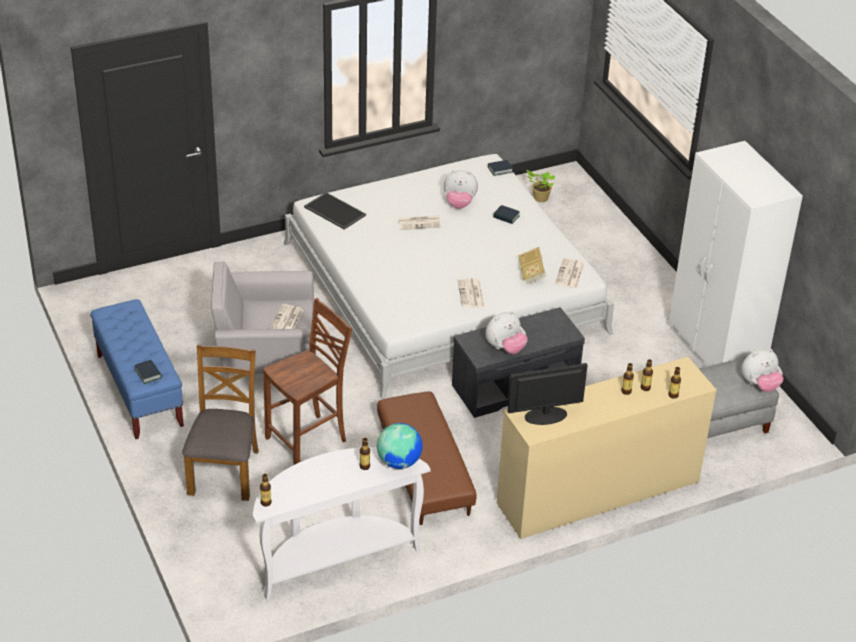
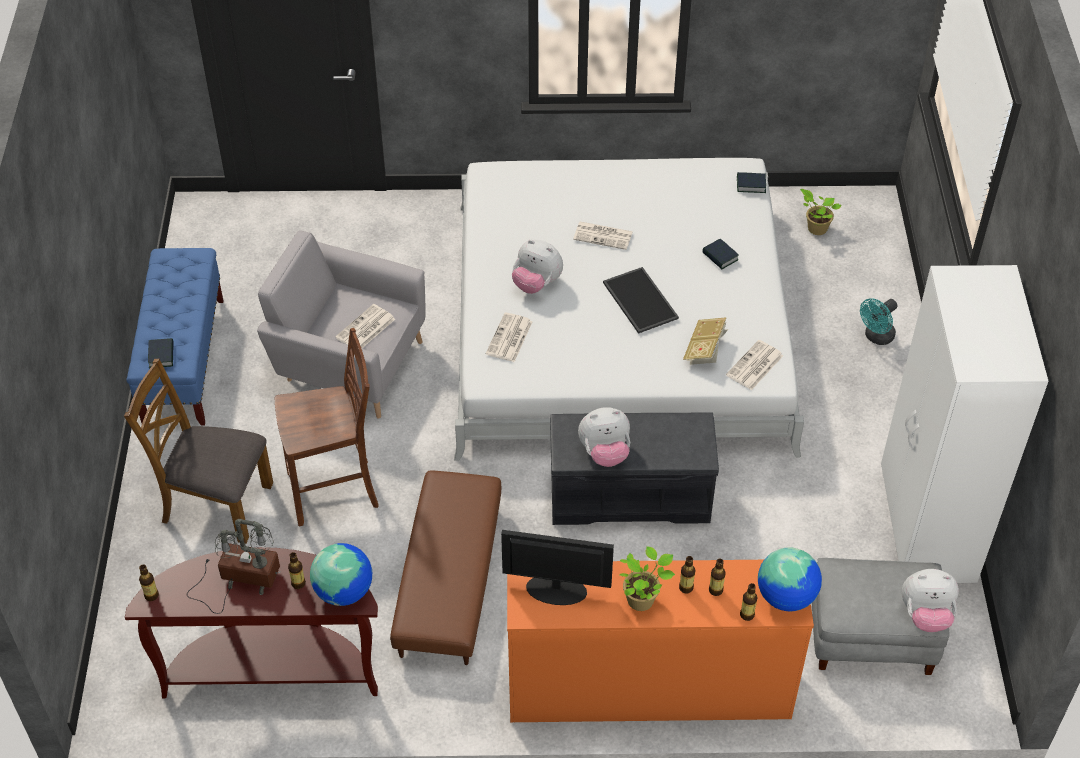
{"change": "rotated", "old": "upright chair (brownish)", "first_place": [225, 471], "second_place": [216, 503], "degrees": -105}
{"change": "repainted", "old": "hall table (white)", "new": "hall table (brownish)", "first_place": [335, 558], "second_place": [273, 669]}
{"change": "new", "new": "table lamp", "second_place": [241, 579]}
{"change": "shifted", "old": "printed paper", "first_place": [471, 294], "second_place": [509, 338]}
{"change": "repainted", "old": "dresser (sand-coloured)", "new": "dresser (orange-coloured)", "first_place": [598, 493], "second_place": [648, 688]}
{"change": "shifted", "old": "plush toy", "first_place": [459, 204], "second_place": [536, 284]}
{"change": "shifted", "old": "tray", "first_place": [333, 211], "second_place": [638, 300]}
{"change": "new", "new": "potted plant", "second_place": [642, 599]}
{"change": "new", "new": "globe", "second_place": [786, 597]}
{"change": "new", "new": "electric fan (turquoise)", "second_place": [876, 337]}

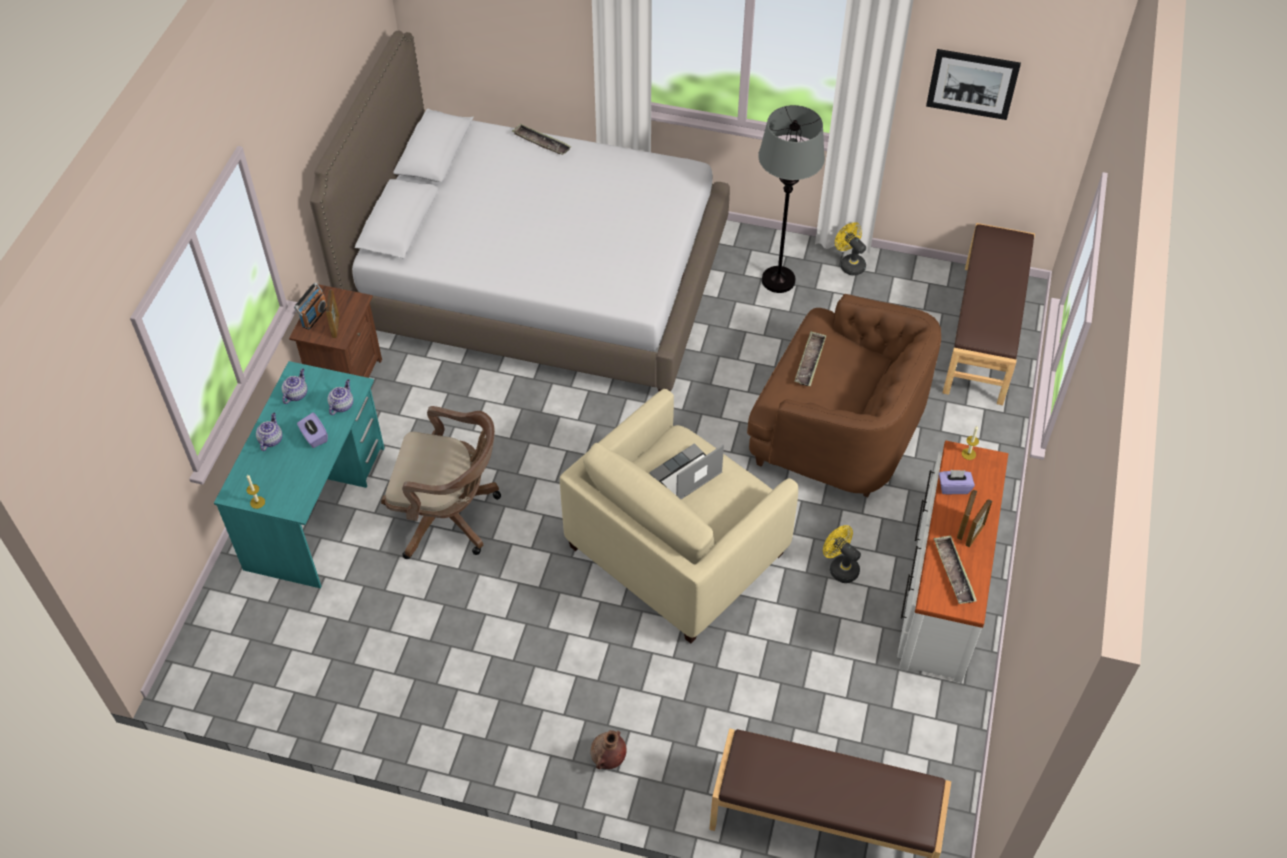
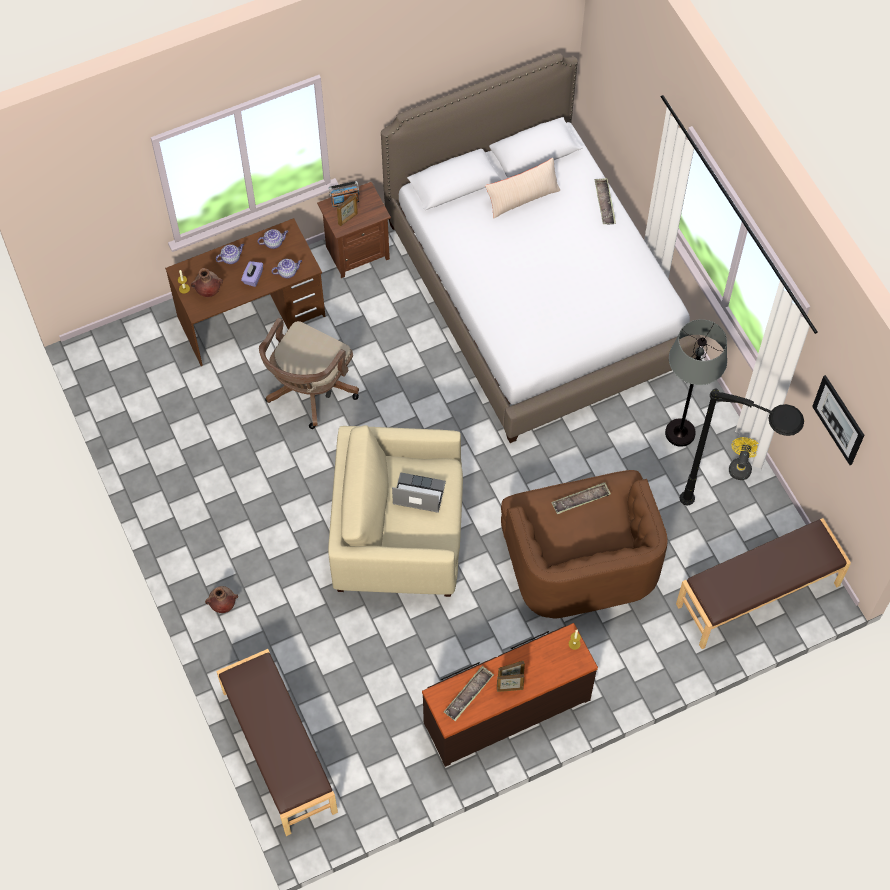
{"change": "repainted", "old": "desk unit (turquoise)", "new": "desk unit (brownish)", "first_place": [316, 507], "second_place": [251, 317]}
{"change": "new", "new": "vase (brownish)", "second_place": [208, 290]}
{"change": "rotated", "old": "office chair (brownish)", "first_place": [449, 516], "second_place": [309, 391], "degrees": 60}
{"change": "repainted", "old": "dresser (white)", "new": "dresser (brownish)", "first_place": [941, 590], "second_place": [506, 709]}
{"change": "new", "new": "cushion (sand-coloured)", "second_place": [522, 198]}
{"change": "new", "new": "standing lamp (black)", "second_place": [731, 519]}
{"change": "gone", "old": "electric fan (yellowish)", "first_place": [840, 567]}
{"change": "gone", "old": "tissue holder (purple-coloured)", "first_place": [954, 487]}

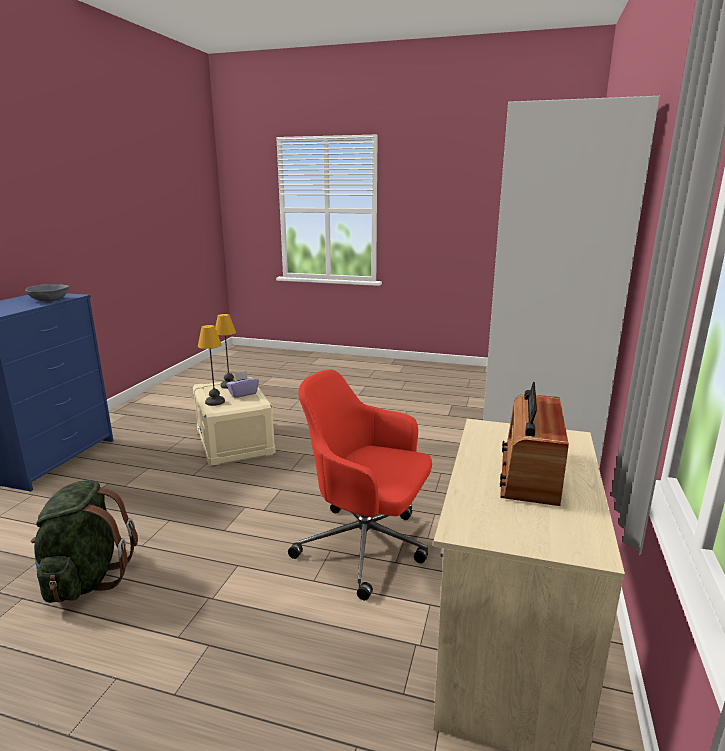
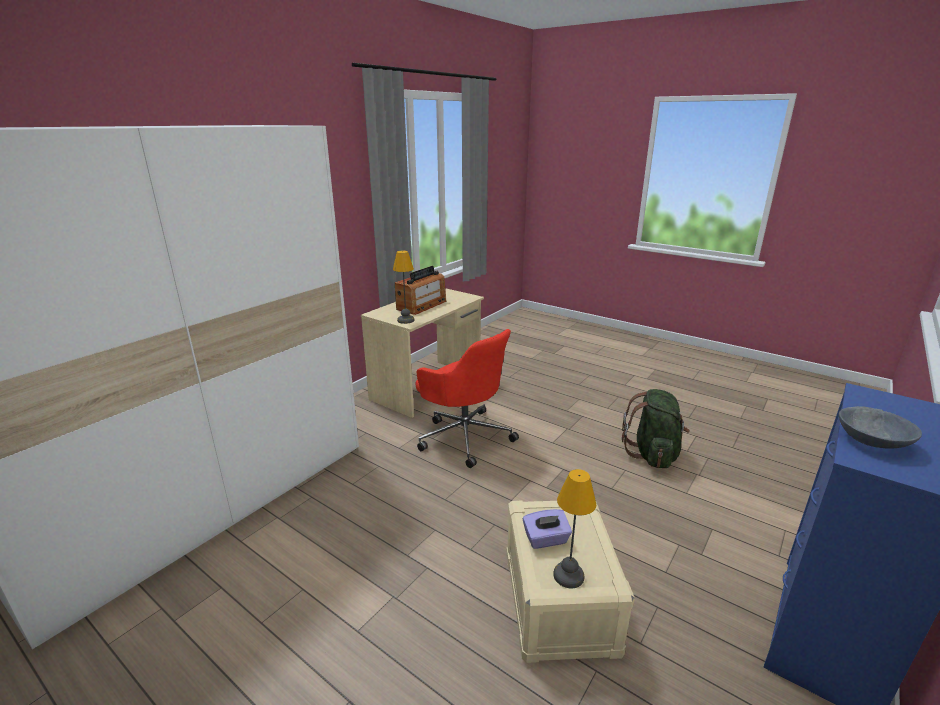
{"change": "shifted", "old": "table lamp", "first_place": [214, 402], "second_place": [406, 320]}

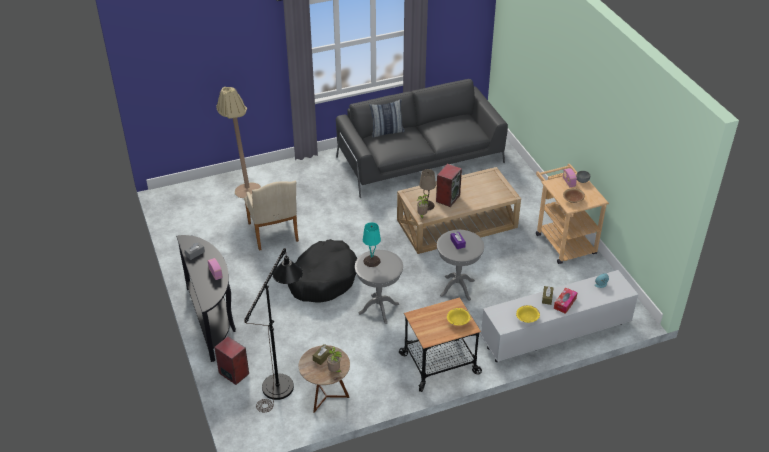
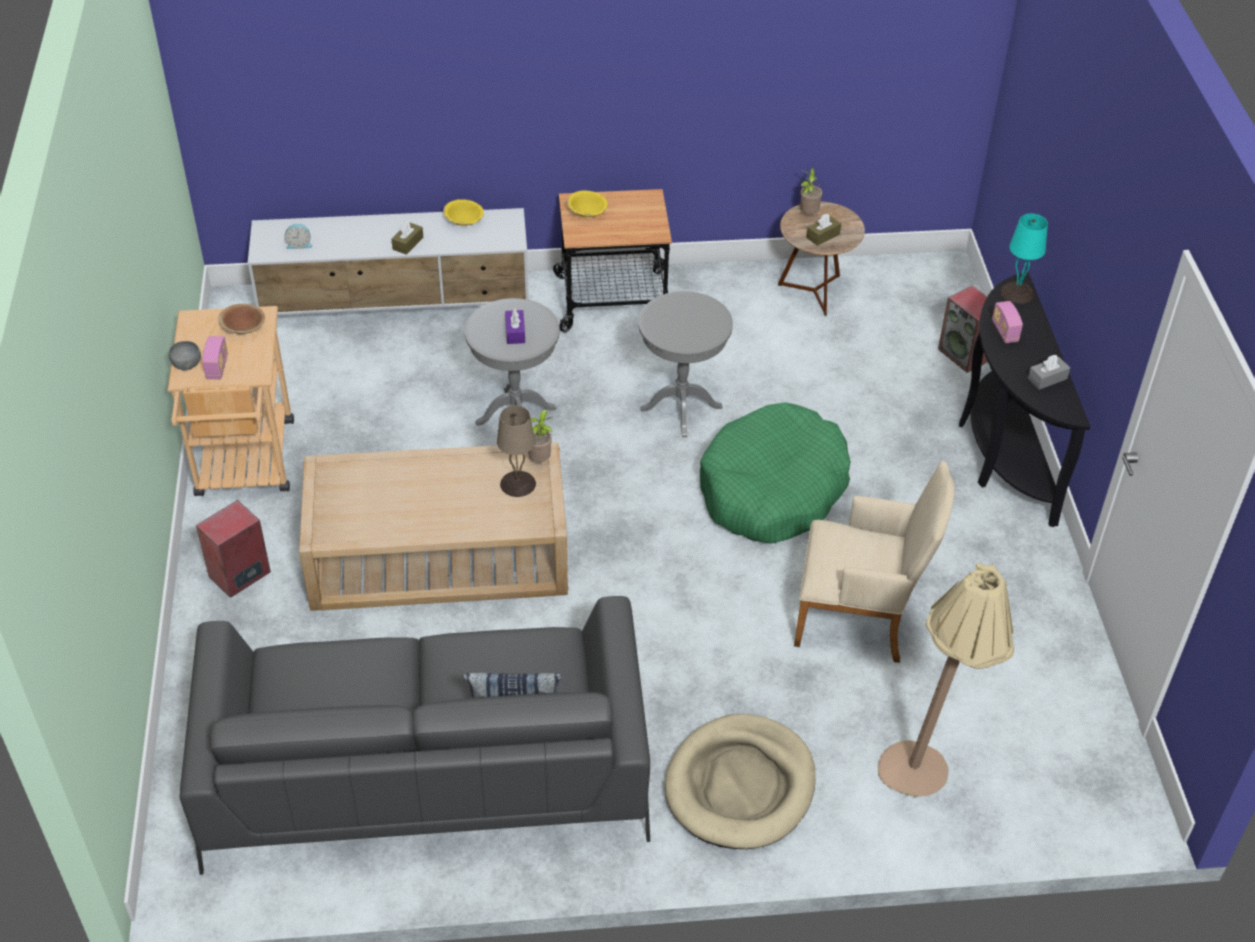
{"change": "shifted", "old": "speaker", "first_place": [447, 198], "second_place": [239, 575]}
{"change": "new", "new": "dog cushion (sand-coloured)", "second_place": [740, 786]}
{"change": "repainted", "old": "dog cushion (black)", "new": "dog cushion (greenish)", "first_place": [323, 279], "second_place": [772, 489]}
{"change": "rotated", "old": "lounge chair (sand-coloured)", "first_place": [274, 234], "second_place": [860, 619], "degrees": 105}
{"change": "shifted", "old": "table lamp (turquoise)", "first_place": [371, 261], "second_place": [1017, 293]}
{"change": "gone", "old": "standing lamp (black)", "first_place": [282, 380]}
{"change": "gone", "old": "tissue holder", "first_place": [565, 303]}

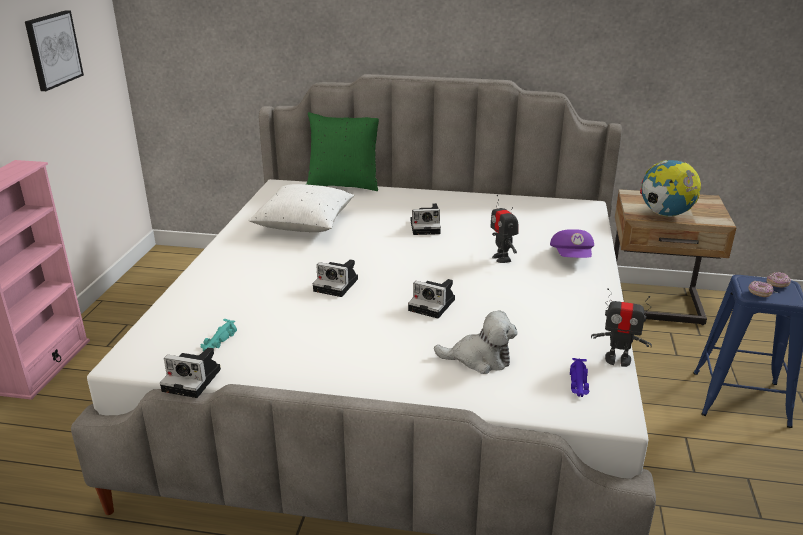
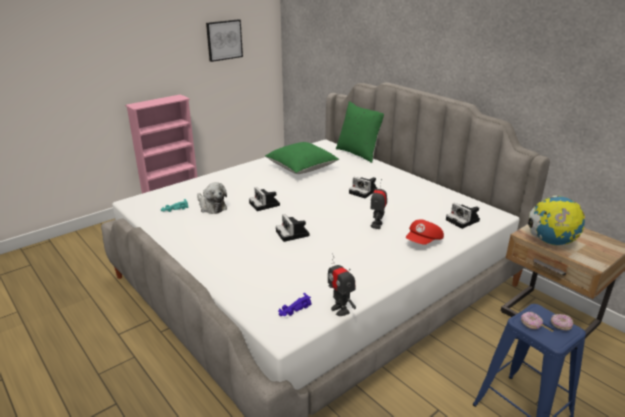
{"change": "shifted", "old": "plush toy", "first_place": [479, 359], "second_place": [211, 207]}
{"change": "repainted", "old": "cushion (white)", "new": "cushion (greenish)", "first_place": [304, 224], "second_place": [301, 168]}
{"change": "repainted", "old": "peaked cap (purple-coloured)", "new": "peaked cap (red)", "first_place": [572, 257], "second_place": [424, 242]}
{"change": "shifted", "old": "still camera", "first_place": [194, 380], "second_place": [463, 221]}

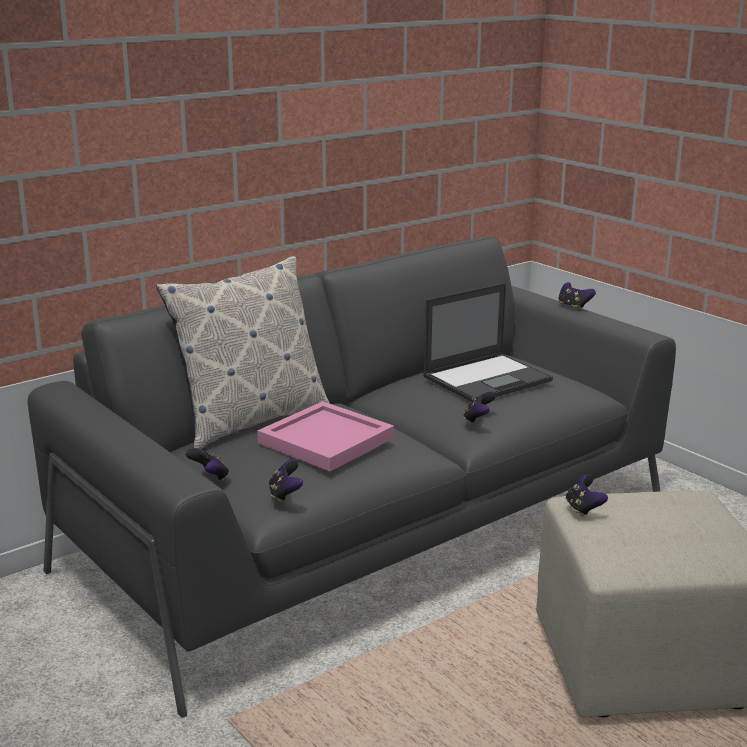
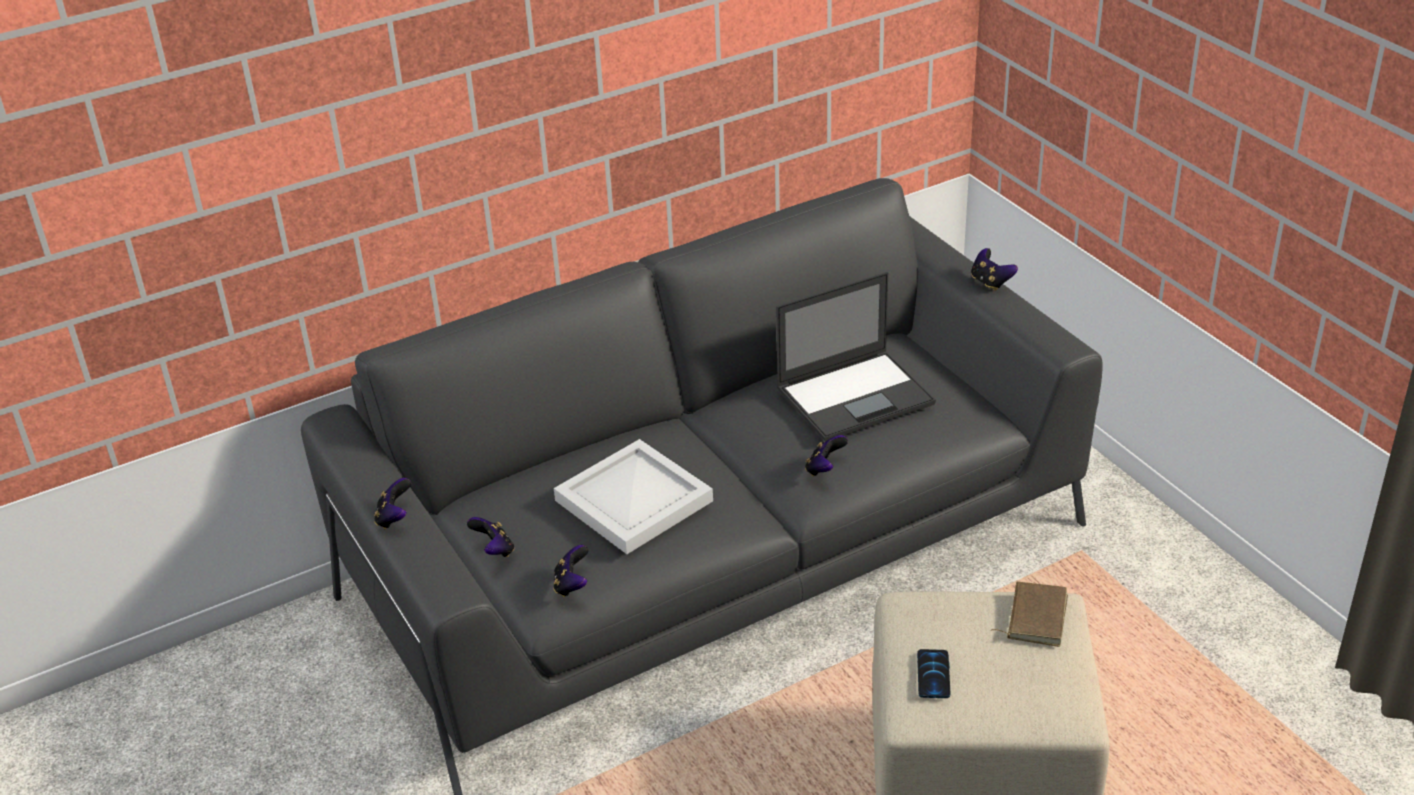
{"change": "shifted", "old": "joypad", "first_place": [583, 509], "second_place": [394, 518]}
{"change": "repainted", "old": "tray (pink-coloured)", "new": "tray (white)", "first_place": [324, 440], "second_place": [631, 501]}
{"change": "new", "new": "handset", "second_place": [933, 675]}
{"change": "new", "new": "volume (brownish)", "second_place": [1034, 616]}
{"change": "gone", "old": "cushion", "first_place": [250, 420]}

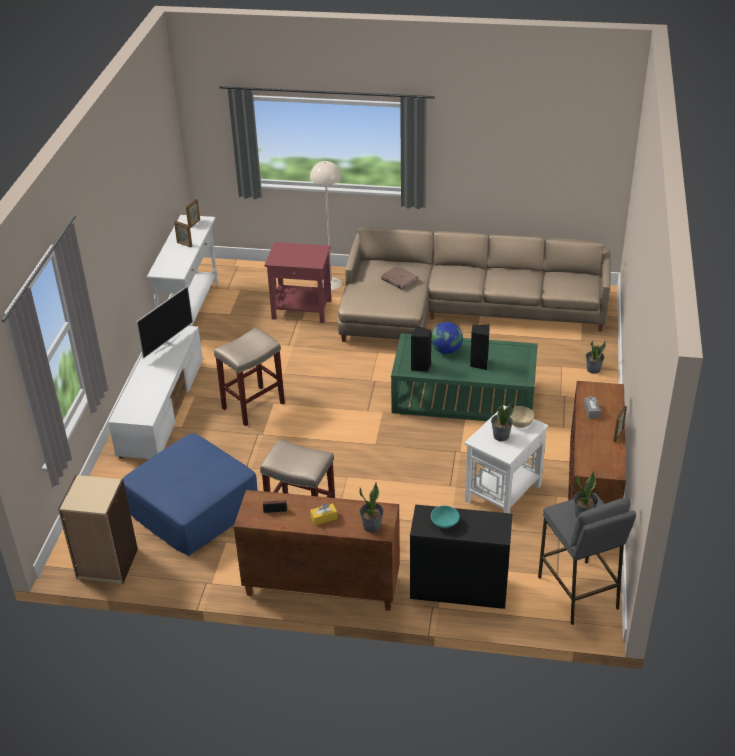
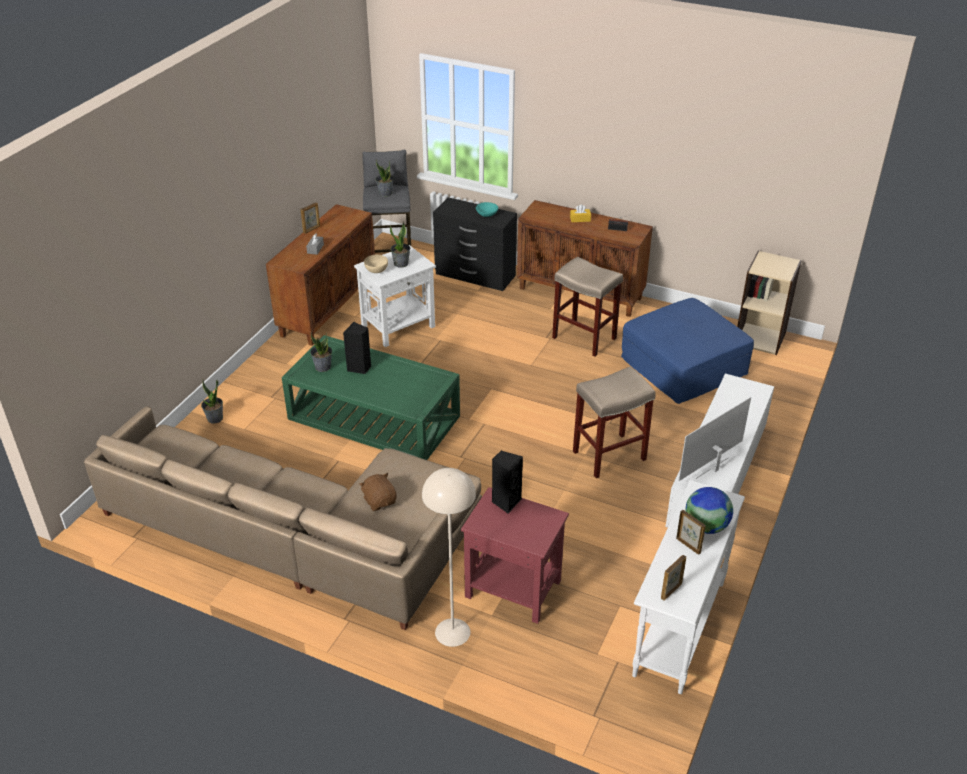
{"change": "shifted", "old": "potted plant", "first_place": [372, 526], "second_place": [323, 367]}
{"change": "swapped", "old": "volume (brownish)", "new": "plush toy (brownish)", "first_place": [399, 279], "second_place": [380, 501]}
{"change": "shifted", "old": "speaker (black)", "first_place": [421, 367], "second_place": [505, 502]}
{"change": "shifted", "old": "globe", "first_place": [446, 350], "second_place": [706, 526]}

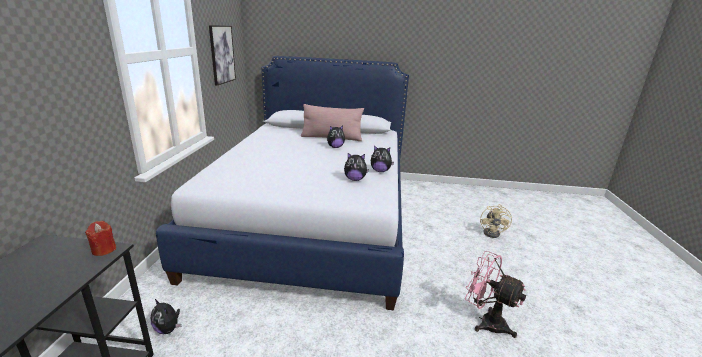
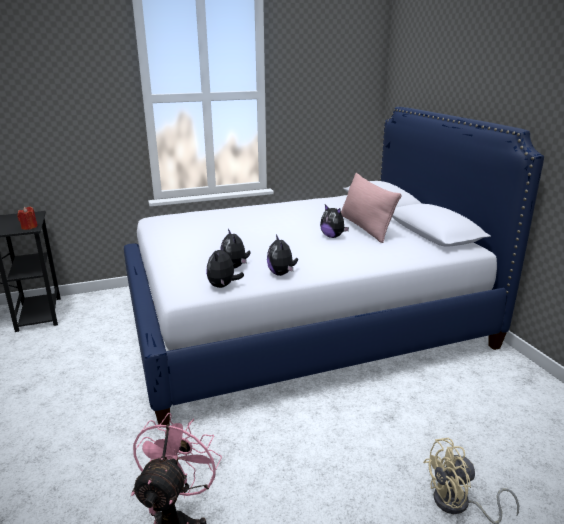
{"change": "shifted", "old": "plush toy", "first_place": [168, 329], "second_place": [223, 286]}
{"change": "gone", "old": "wall art", "first_place": [222, 54]}

